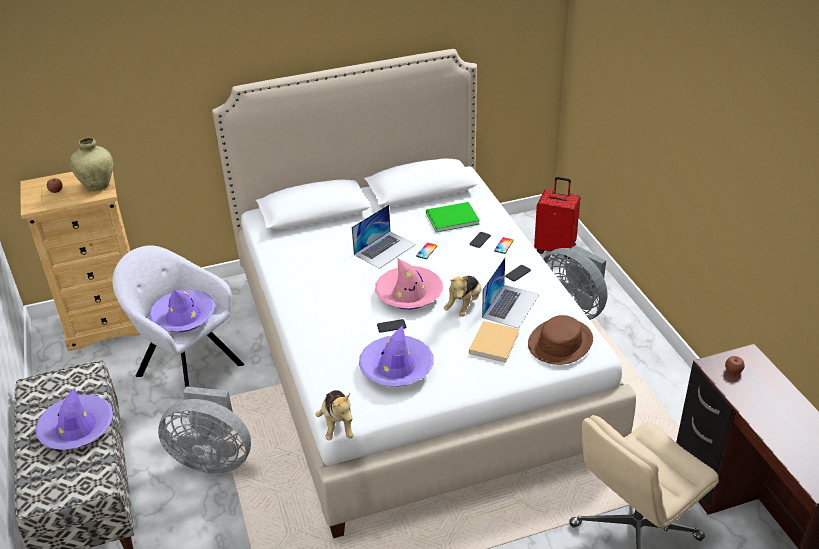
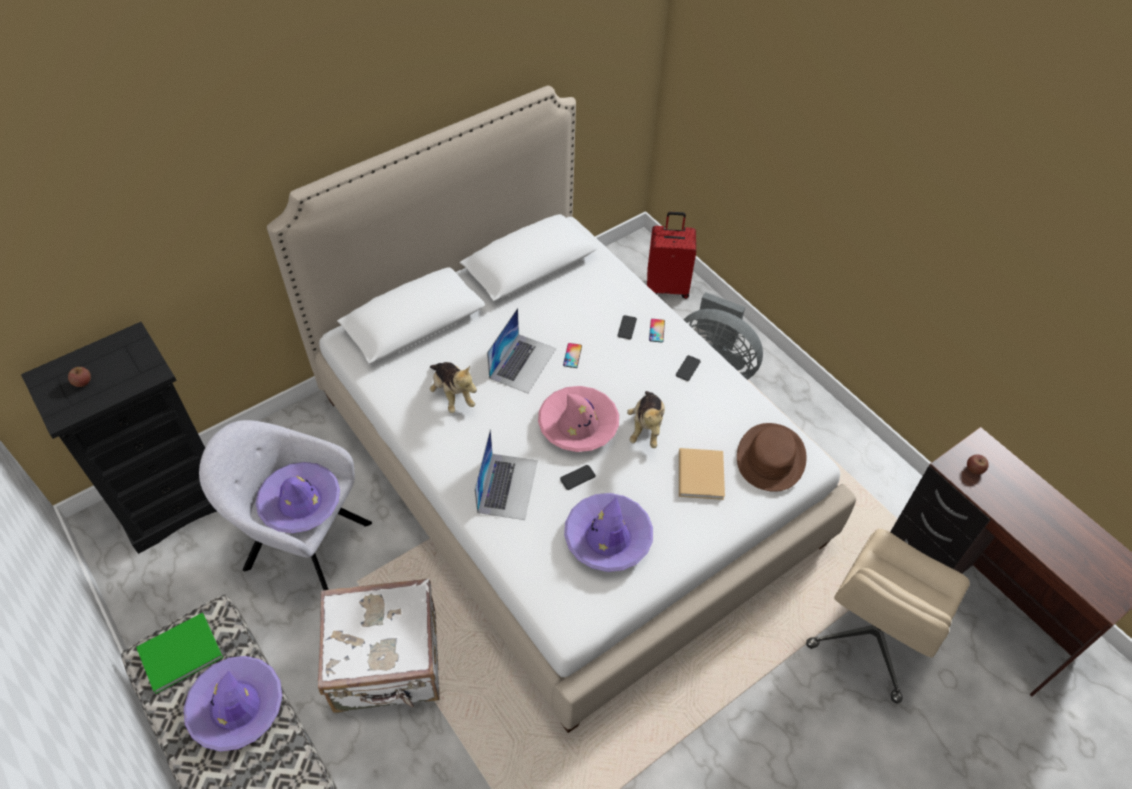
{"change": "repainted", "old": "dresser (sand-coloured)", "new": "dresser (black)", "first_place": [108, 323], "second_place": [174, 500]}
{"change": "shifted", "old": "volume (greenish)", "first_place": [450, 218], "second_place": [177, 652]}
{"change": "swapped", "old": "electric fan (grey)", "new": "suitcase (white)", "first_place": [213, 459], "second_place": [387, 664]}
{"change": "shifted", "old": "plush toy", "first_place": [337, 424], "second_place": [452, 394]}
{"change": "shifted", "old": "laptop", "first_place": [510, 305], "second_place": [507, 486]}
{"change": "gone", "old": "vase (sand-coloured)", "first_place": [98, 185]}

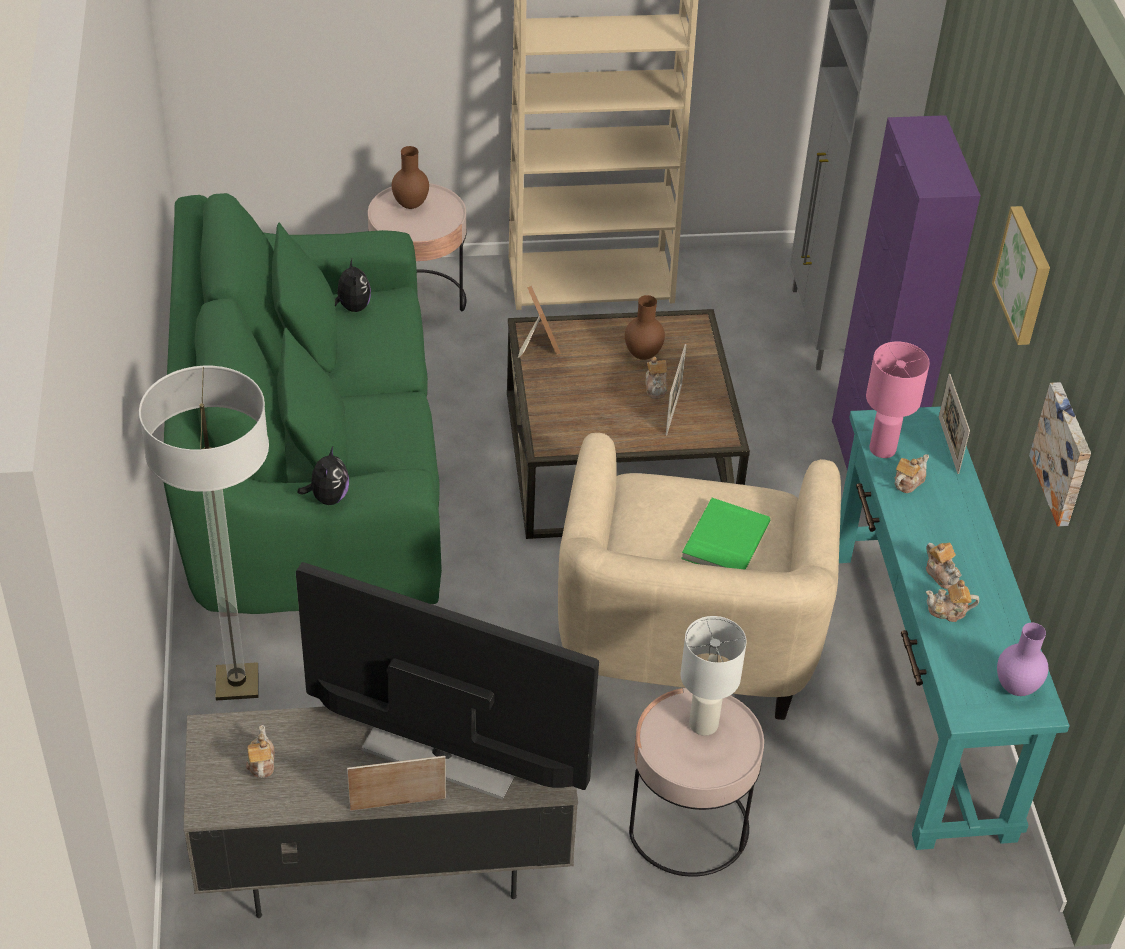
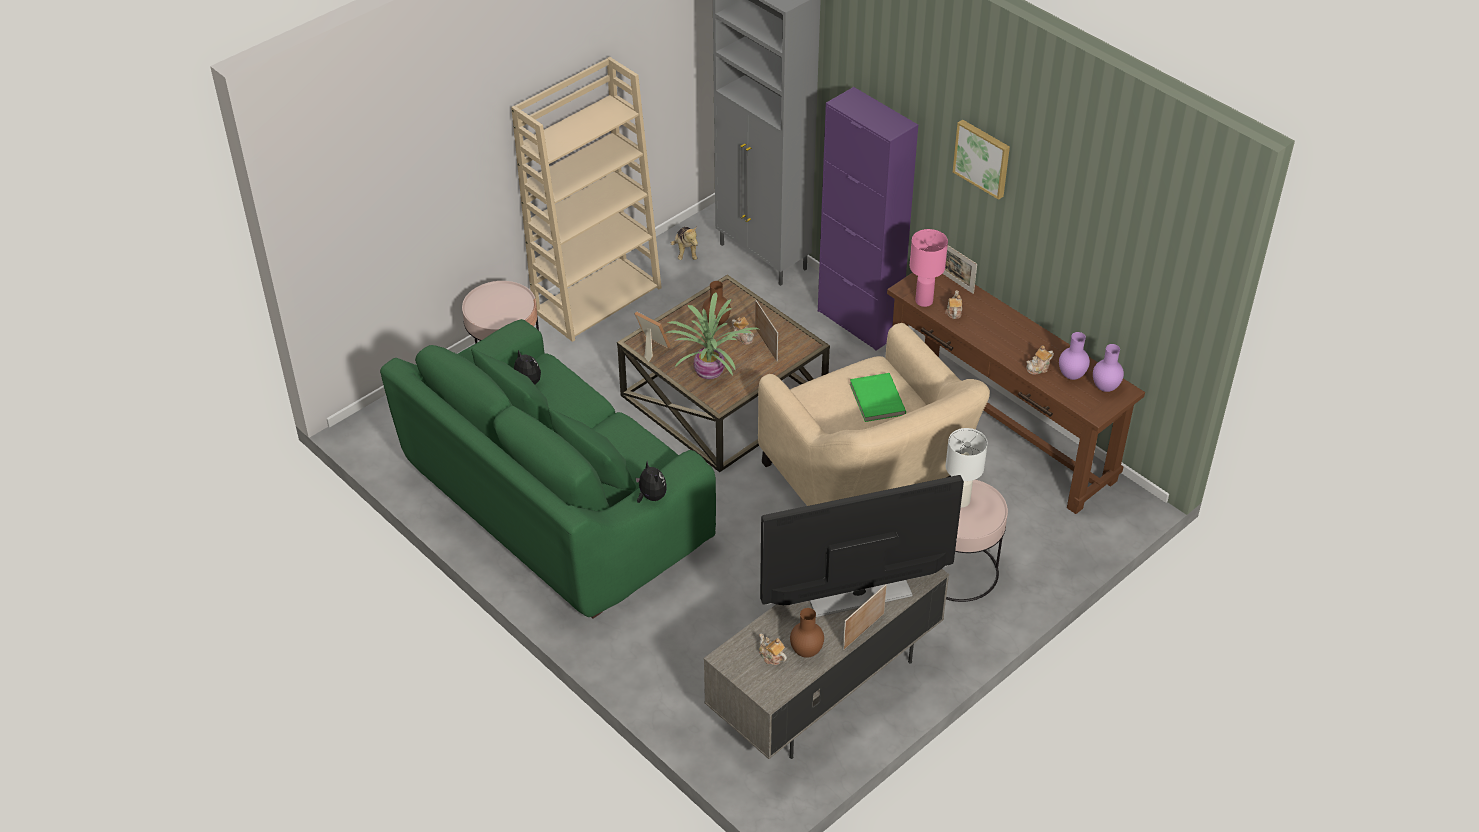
{"change": "new", "new": "potted plant", "second_place": [711, 373]}
{"change": "new", "new": "plush toy", "second_place": [685, 252]}
{"change": "shifted", "old": "vase (brownish)", "first_place": [410, 205], "second_place": [806, 652]}
{"change": "repainted", "old": "hall table (turquoise)", "new": "hall table (brownish)", "first_place": [918, 687], "second_place": [999, 431]}
{"change": "new", "new": "vase (purple-coloured)", "second_place": [1072, 375]}
{"change": "gone", "old": "standing lamp", "first_place": [237, 683]}
{"change": "gone", "old": "tea pot", "first_place": [941, 574]}
{"change": "gone", "old": "wall art", "first_place": [1065, 454]}

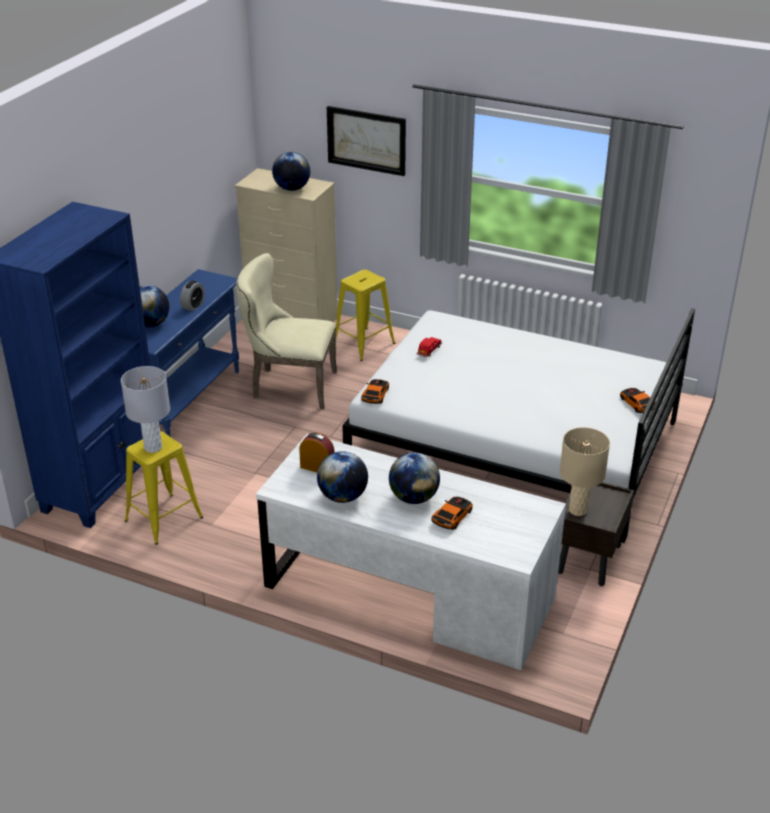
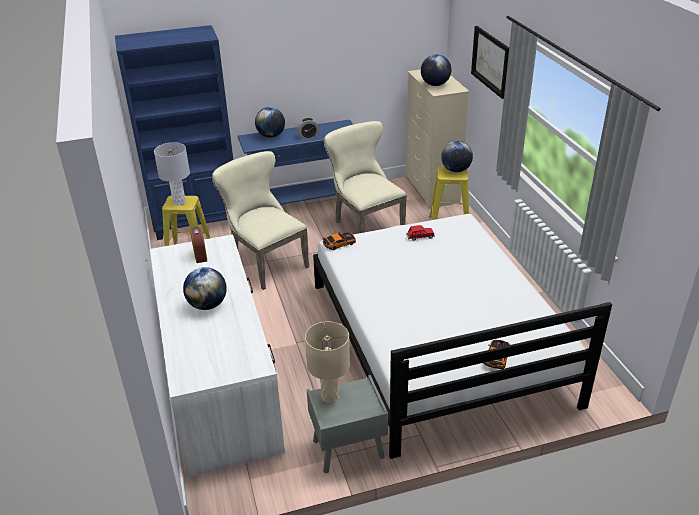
{"change": "new", "new": "upright chair (sand-coloured)", "second_place": [265, 263]}
{"change": "repainted", "old": "night table (brownish)", "new": "night table (grey)", "first_place": [589, 560], "second_place": [347, 449]}
{"change": "shifted", "old": "globe", "first_place": [343, 497], "second_place": [456, 170]}
{"change": "gone", "old": "model car", "first_place": [452, 516]}

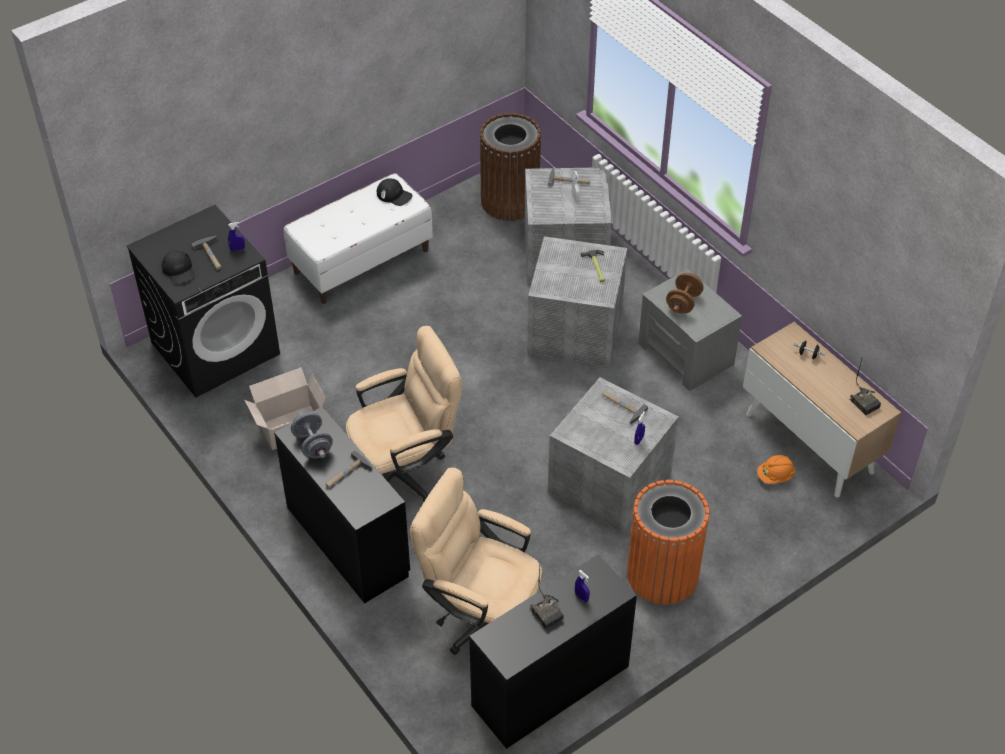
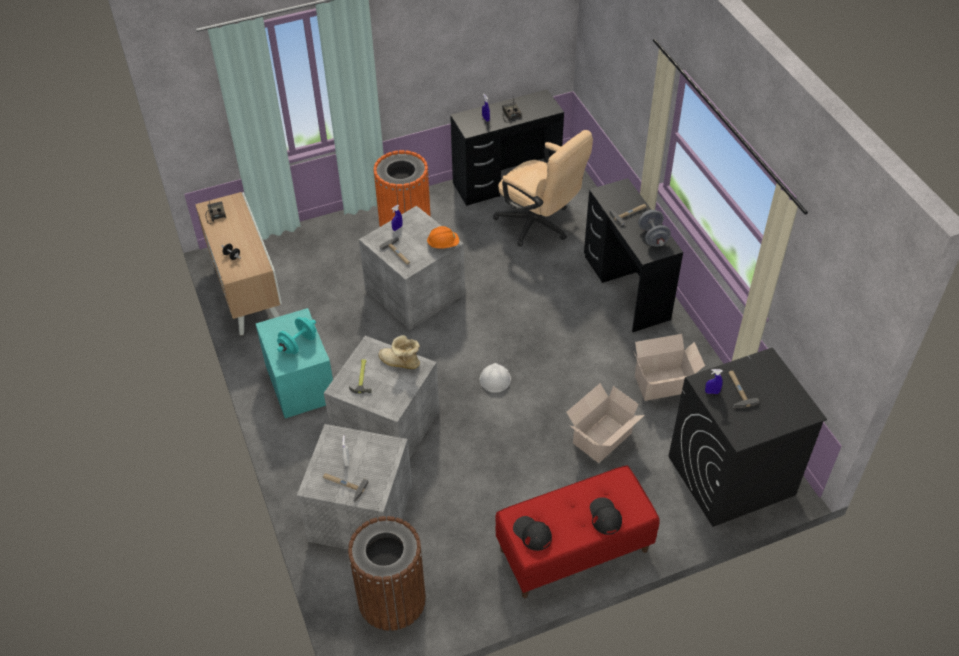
{"change": "repainted", "old": "night table (grey)", "new": "night table (turquoise)", "first_place": [686, 354], "second_place": [300, 383]}
{"change": "repainted", "old": "hand weight (brownish)", "new": "hand weight (turquoise)", "first_place": [683, 303], "second_place": [298, 344]}
{"change": "new", "new": "tall boot", "second_place": [400, 363]}
{"change": "shifted", "old": "hard hat (orange-coloured)", "first_place": [775, 476], "second_place": [443, 244]}
{"change": "new", "new": "hard hat (white)", "second_place": [495, 379]}
{"change": "repainted", "old": "indoor bench (white)", "new": "indoor bench (red)", "first_place": [361, 261], "second_place": [573, 550]}
{"change": "new", "new": "cardboard box", "second_place": [600, 439]}
{"change": "shifted", "old": "peaked cap (black)", "first_place": [179, 270], "second_place": [605, 516]}
{"change": "gone", "old": "office chair (sand-coloured)", "first_place": [405, 471]}

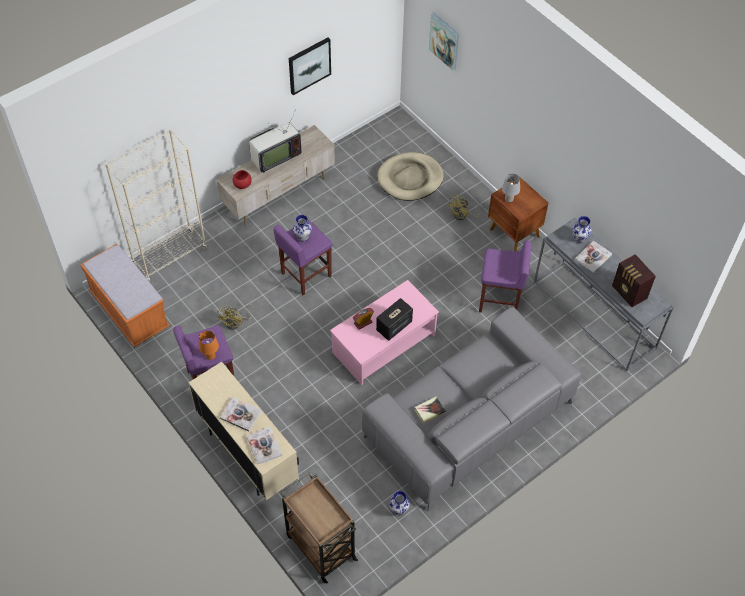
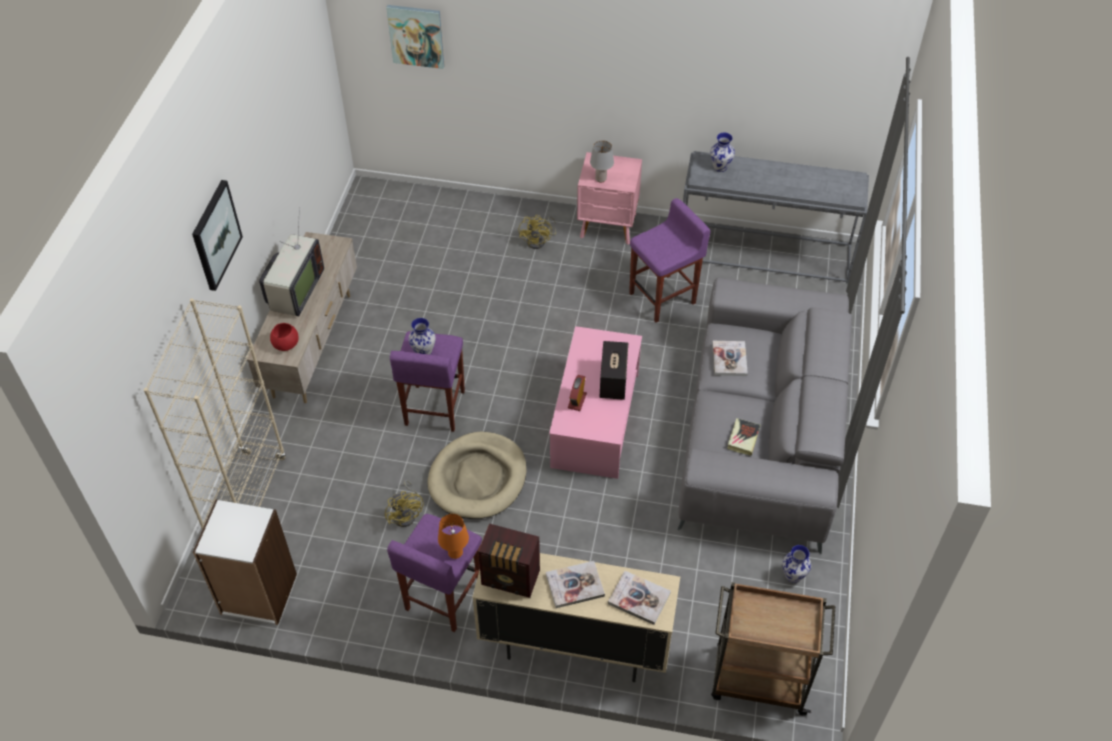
{"change": "shifted", "old": "wall art", "first_place": [309, 65], "second_place": [215, 235]}
{"change": "swapped", "old": "indoor bench (orange-coloured)", "new": "bookcase (white)", "first_place": [129, 311], "second_place": [258, 595]}
{"change": "shifted", "old": "dog cushion (sand-coloured)", "first_place": [410, 178], "second_place": [478, 478]}
{"change": "shifted", "old": "radio", "first_place": [629, 293], "second_place": [511, 579]}
{"change": "repainted", "old": "night table (brownish)", "new": "night table (pink-coloured)", "first_place": [514, 234], "second_place": [608, 226]}
{"change": "shifted", "old": "volume", "first_place": [593, 257], "second_place": [729, 359]}

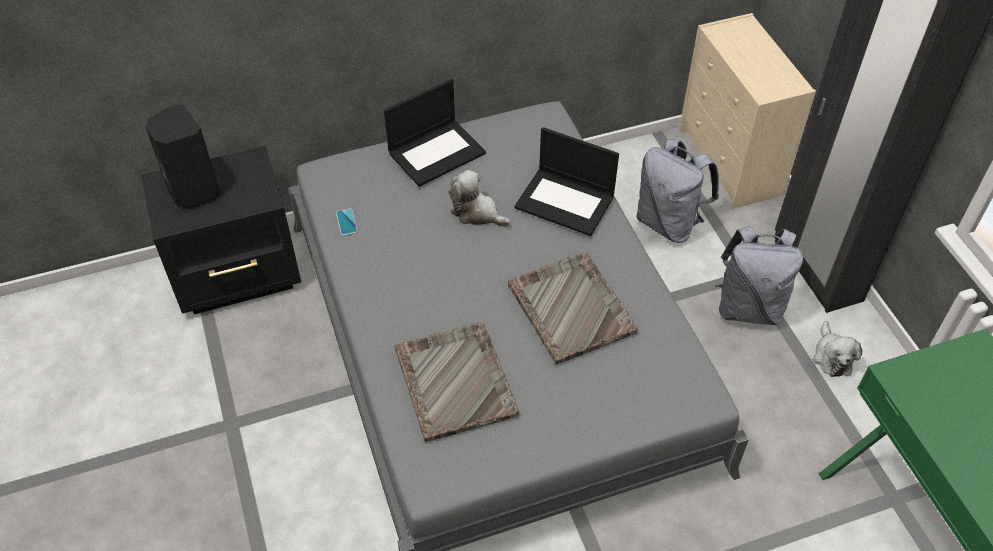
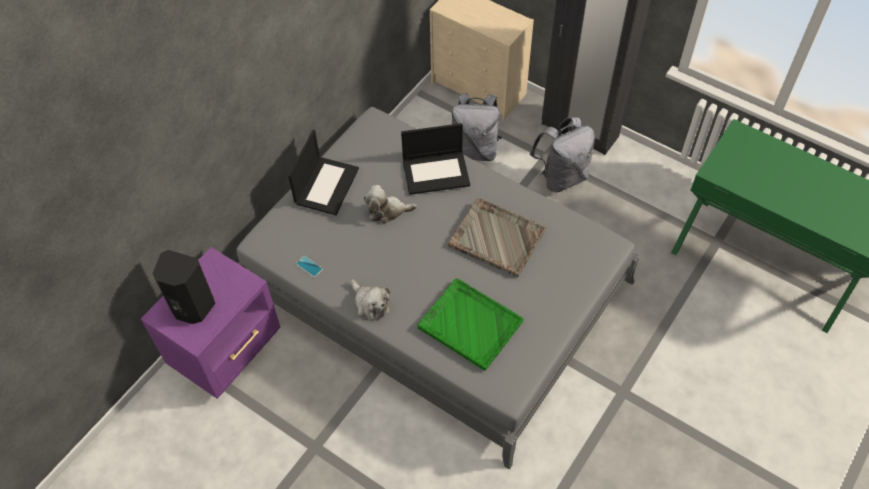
{"change": "repainted", "old": "night table (black)", "new": "night table (purple-coloured)", "first_place": [239, 275], "second_place": [228, 349]}
{"change": "shifted", "old": "plush toy", "first_place": [832, 356], "second_place": [370, 304]}
{"change": "repainted", "old": "tray (grey)", "new": "tray (greenish)", "first_place": [455, 381], "second_place": [469, 324]}

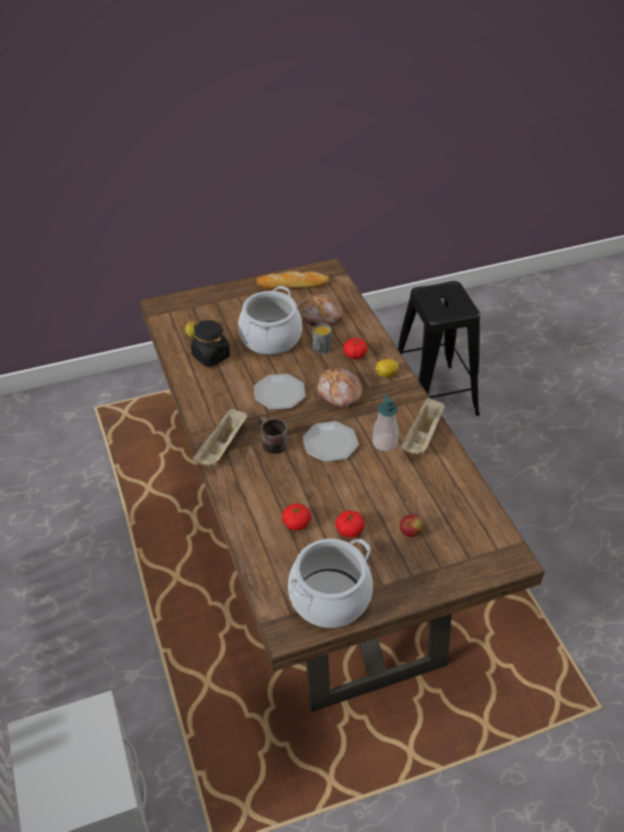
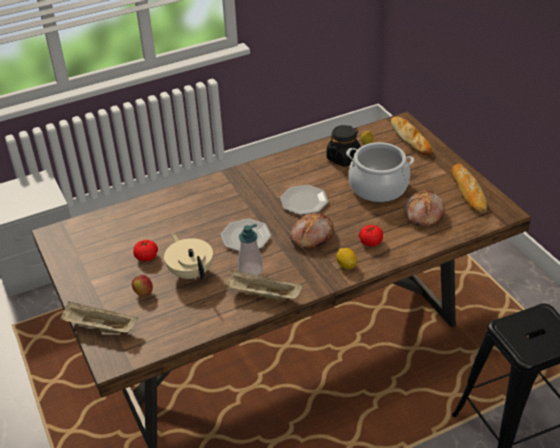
{"change": "shifted", "old": "tray (sand-coloured)", "first_place": [222, 447], "second_place": [99, 328]}
{"change": "new", "new": "tea pot (sand-coloured)", "second_place": [191, 272]}
{"change": "new", "new": "bakery bread", "second_place": [410, 139]}
{"change": "gone", "old": "tea mug (brownish)", "first_place": [269, 443]}
{"change": "gone", "old": "tomato", "first_place": [296, 523]}
{"change": "gone", "old": "saucepot", "first_place": [329, 597]}
{"change": "gone", "old": "tea mug (grey)", "first_place": [320, 350]}

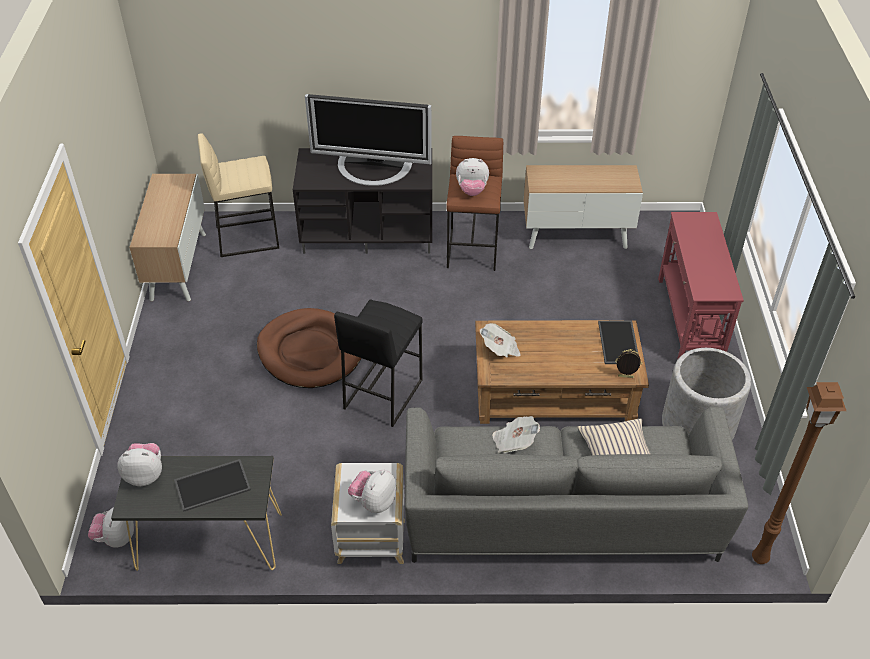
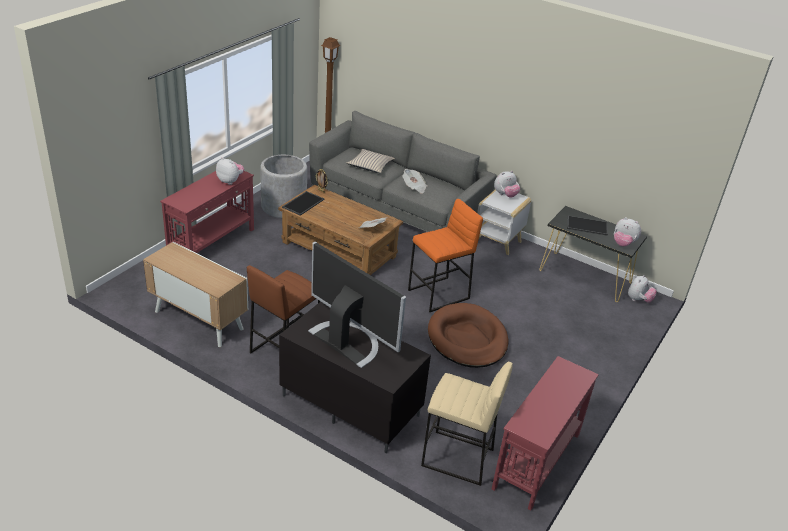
{"change": "shifted", "old": "plush toy", "first_place": [472, 190], "second_place": [230, 181]}
{"change": "repainted", "old": "stool seat (black)", "new": "stool seat (orange-coloured)", "first_place": [382, 394], "second_place": [439, 294]}
{"change": "swapped", "old": "storage cabinet", "new": "hall table (red)", "first_place": [177, 266], "second_place": [536, 461]}

